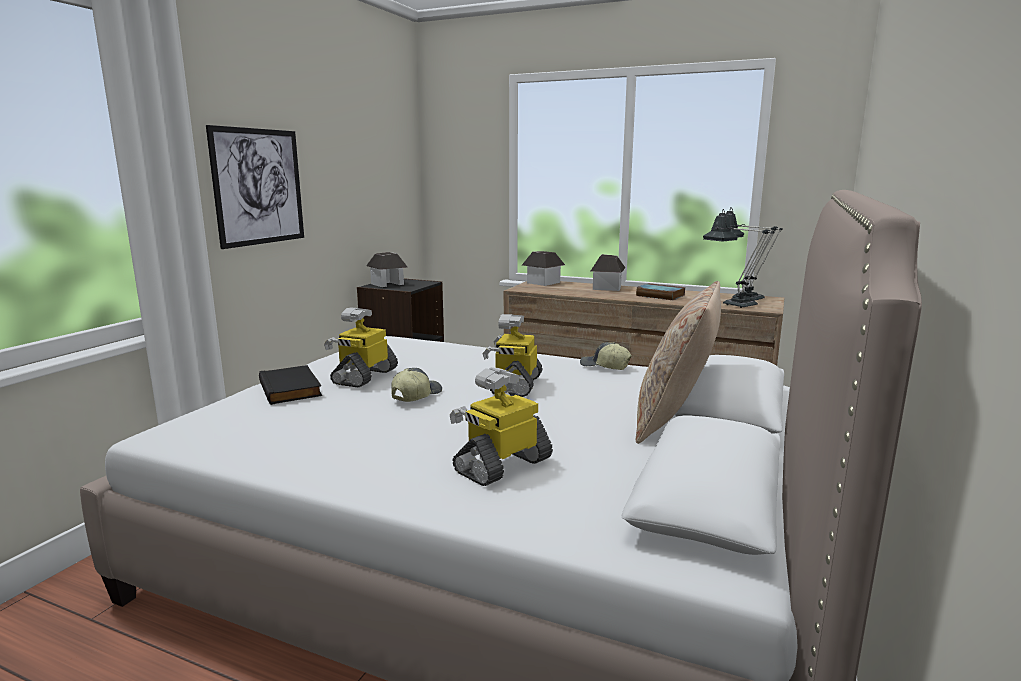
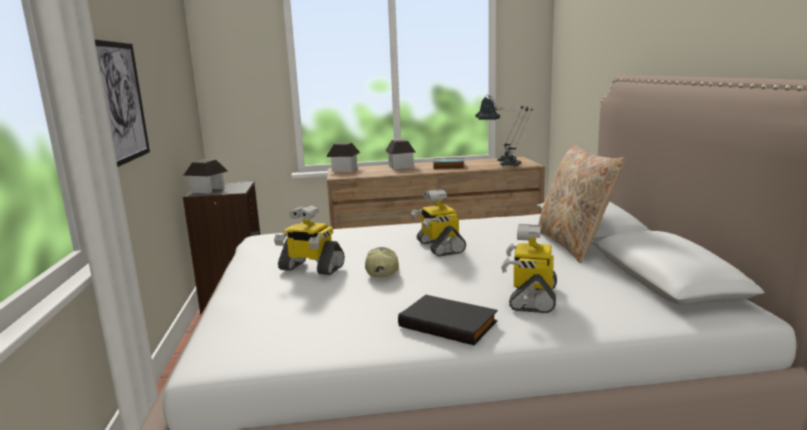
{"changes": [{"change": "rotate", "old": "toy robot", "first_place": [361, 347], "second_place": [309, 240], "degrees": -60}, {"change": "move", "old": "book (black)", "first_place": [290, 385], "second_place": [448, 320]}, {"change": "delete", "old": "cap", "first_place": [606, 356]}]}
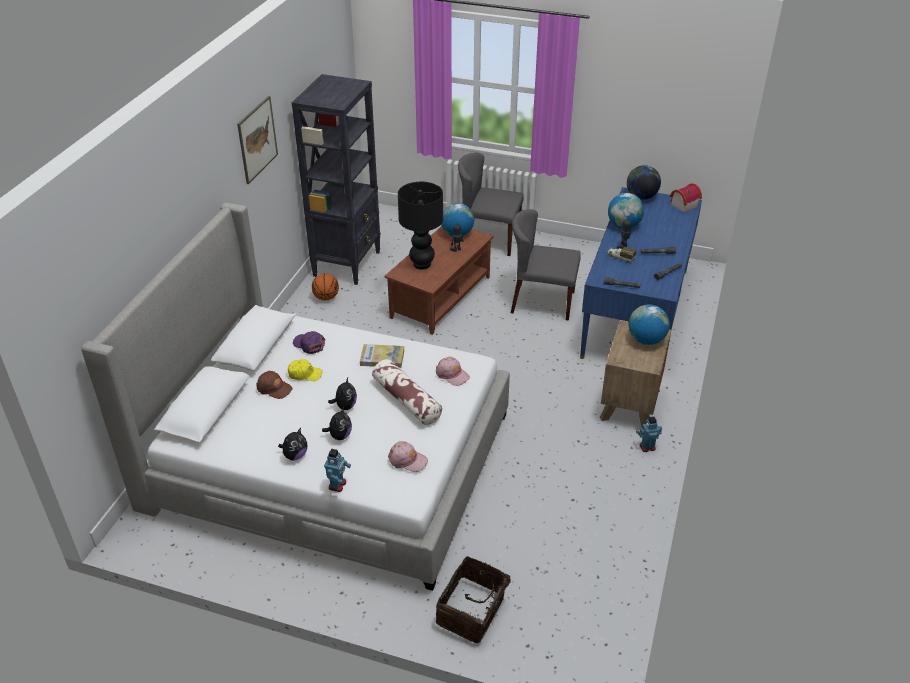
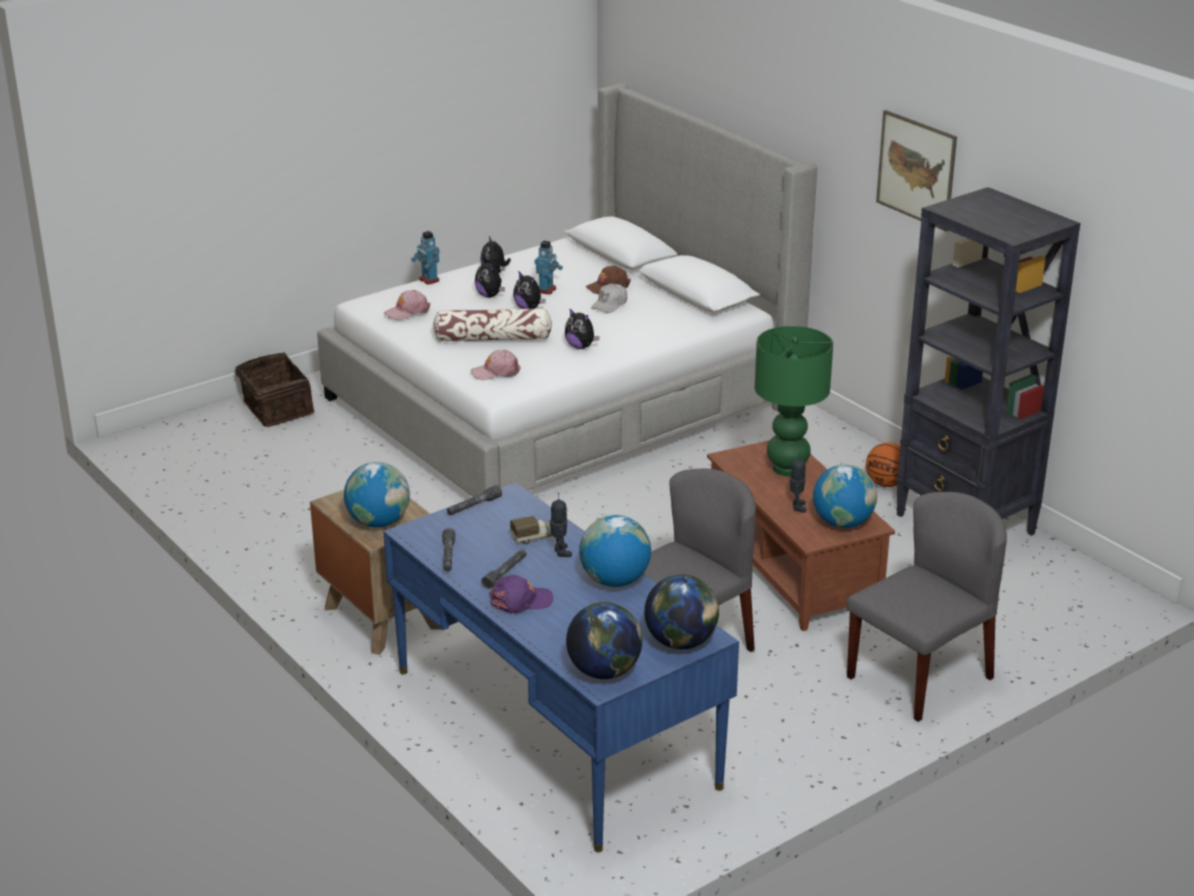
{"changes": [{"change": "move", "old": "cap (purple)", "first_place": [309, 342], "second_place": [521, 594]}, {"change": "move", "old": "toy robot", "first_place": [649, 434], "second_place": [549, 268]}, {"change": "replace", "old": "book", "new": "plush toy", "first_place": [382, 356], "second_place": [582, 328]}, {"change": "replace", "old": "toy house", "new": "globe", "first_place": [686, 198], "second_place": [604, 640]}, {"change": "recolor", "old": "cap (yellow)", "new": "cap (white)", "first_place": [305, 370], "second_place": [609, 298]}, {"change": "recolor", "old": "table lamp (black)", "new": "table lamp (green)", "first_place": [420, 225], "second_place": [794, 401]}]}
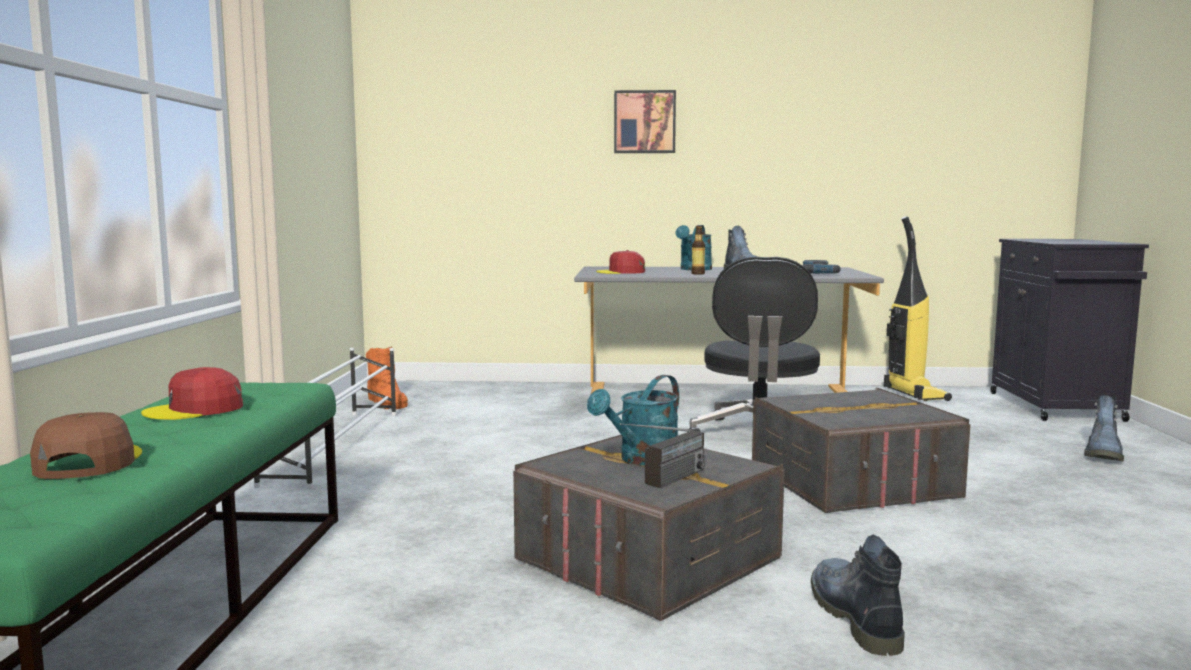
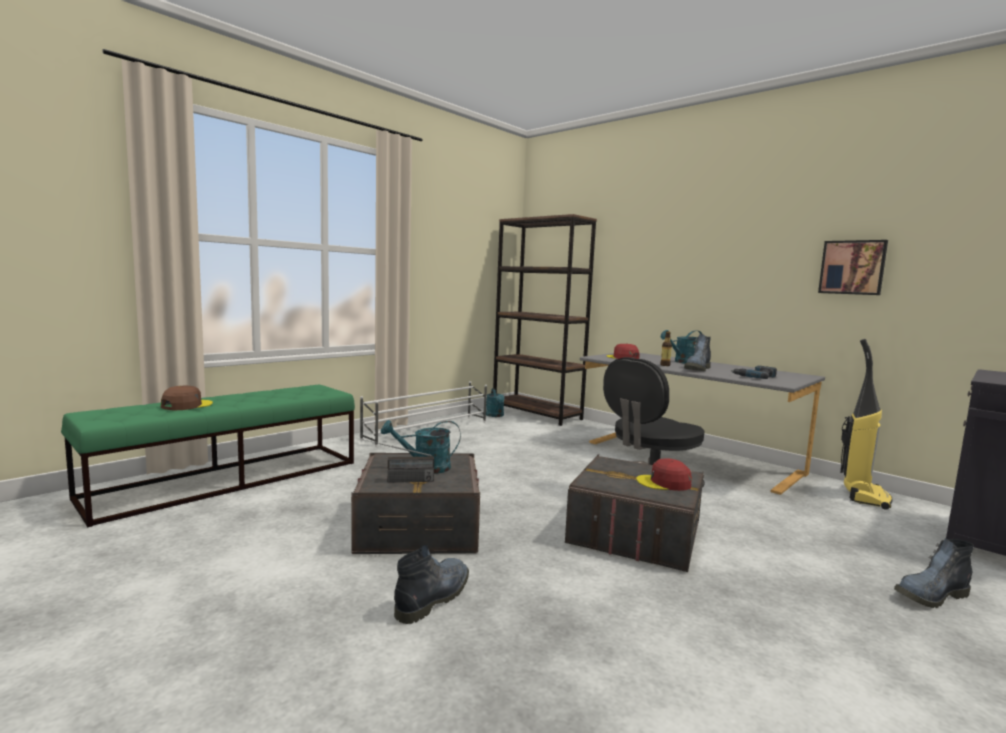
{"changes": [{"change": "replace", "old": "boot (orange)", "new": "watering can (turquoise)", "first_place": [387, 377], "second_place": [495, 402]}, {"change": "insert", "new": "bookcase (brown)", "second_place": [545, 320]}, {"change": "move", "old": "cap (red)", "first_place": [192, 393], "second_place": [664, 475]}, {"change": "move", "old": "picture", "first_place": [645, 121], "second_place": [853, 267]}]}
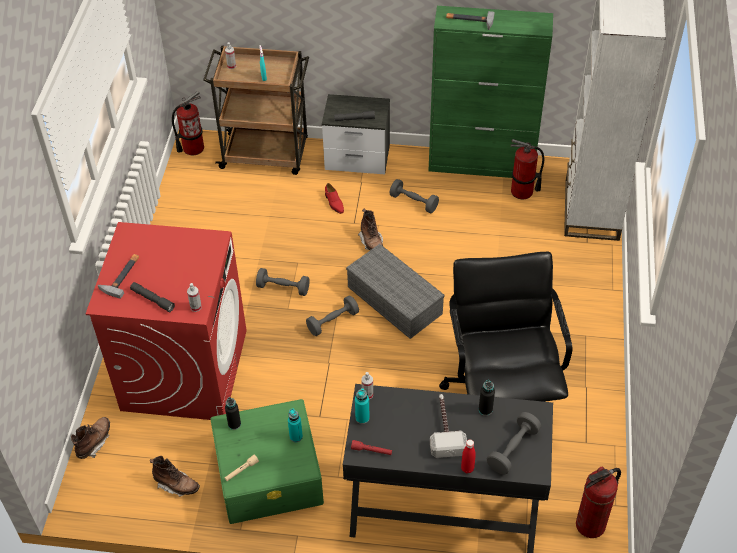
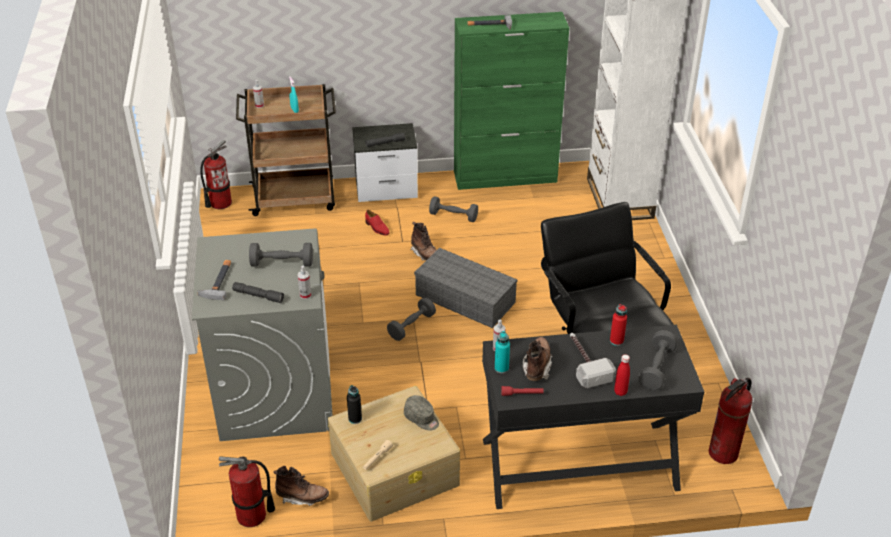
{"changes": [{"change": "recolor", "old": "washing machine (red)", "new": "washing machine (grey)", "first_place": [166, 321], "second_place": [262, 335]}, {"change": "move", "old": "fire extinguisher", "first_place": [527, 169], "second_place": [247, 491]}, {"change": "move", "old": "dumbbell (grey)", "first_place": [283, 282], "second_place": [281, 255]}, {"change": "recolor", "old": "storage box (green)", "new": "storage box (beige)", "first_place": [267, 461], "second_place": [394, 454]}, {"change": "replace", "old": "bottle (turquoise)", "new": "cap (grey)", "first_place": [295, 425], "second_place": [421, 413]}, {"change": "move", "old": "boot (brown)", "first_place": [90, 438], "second_place": [538, 359]}, {"change": "recolor", "old": "bottle (black)", "new": "bottle (red)", "first_place": [487, 398], "second_place": [618, 325]}]}
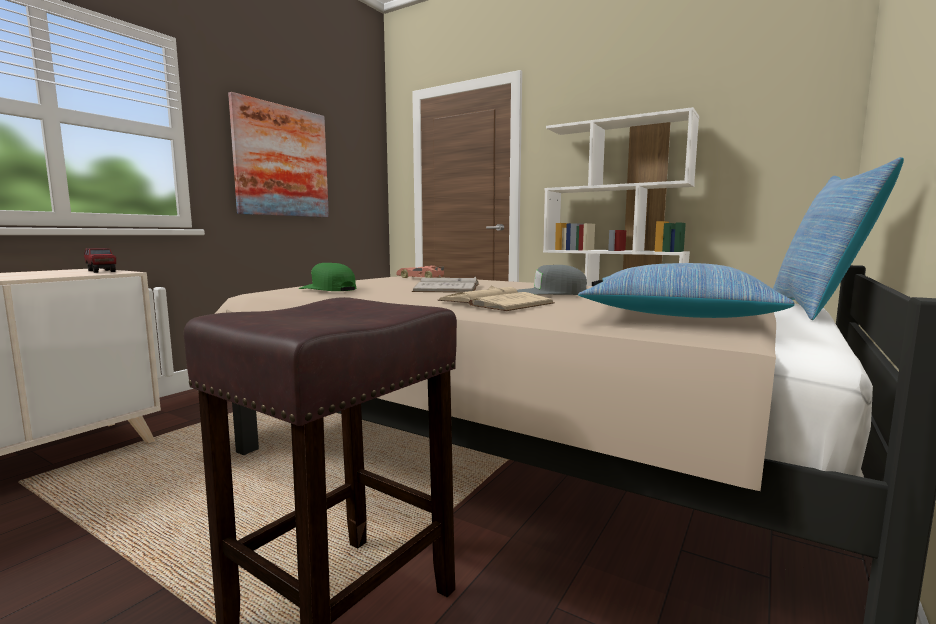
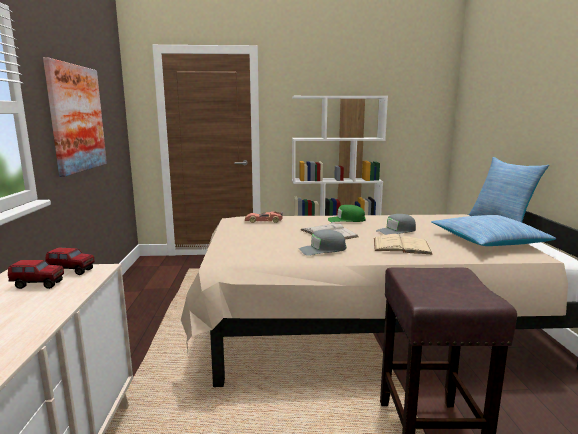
{"changes": [{"change": "insert", "new": "toy truck", "second_place": [36, 274]}, {"change": "insert", "new": "cap (grey)", "second_place": [322, 243]}, {"change": "move", "old": "cap (green)", "first_place": [327, 277], "second_place": [347, 213]}]}
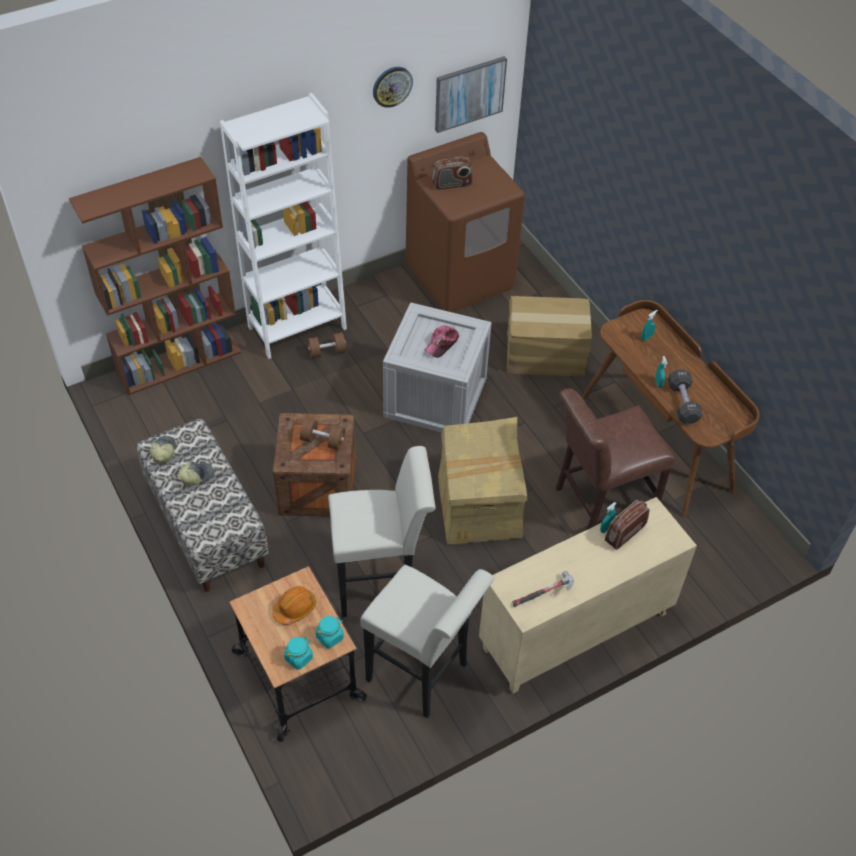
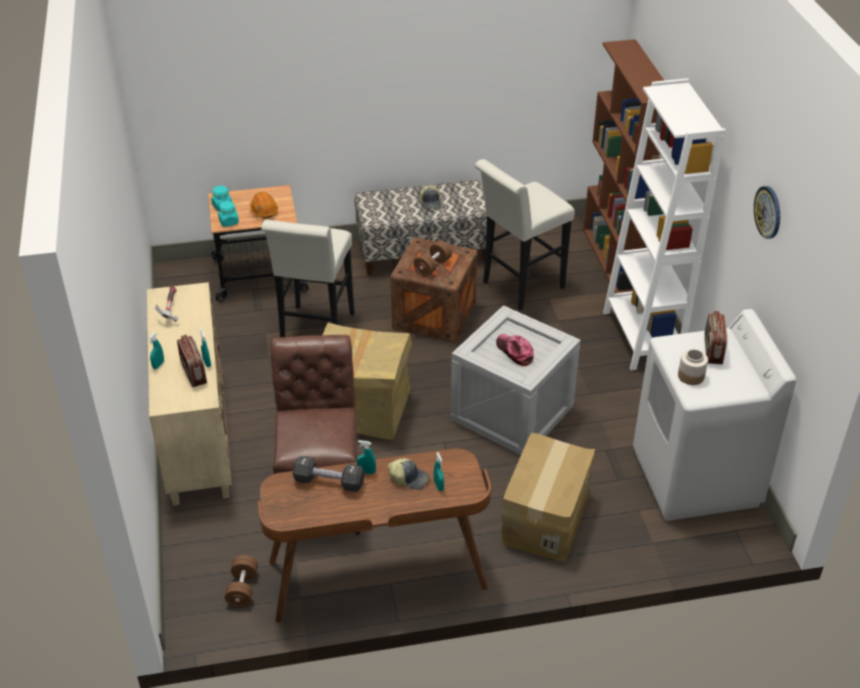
{"changes": [{"change": "insert", "new": "spray bottle (turquoise)", "second_place": [156, 351]}, {"change": "move", "old": "dumbbell (brown)", "first_place": [327, 345], "second_place": [241, 581]}, {"change": "move", "old": "cap", "first_place": [163, 449], "second_place": [408, 474]}, {"change": "move", "old": "stool (white)", "first_place": [427, 641], "second_place": [525, 234]}, {"change": "recolor", "old": "washing machine (brown)", "new": "washing machine (white)", "first_place": [465, 222], "second_place": [714, 415]}, {"change": "insert", "new": "jar", "second_place": [693, 367]}, {"change": "delete", "old": "picture", "first_place": [471, 94]}]}
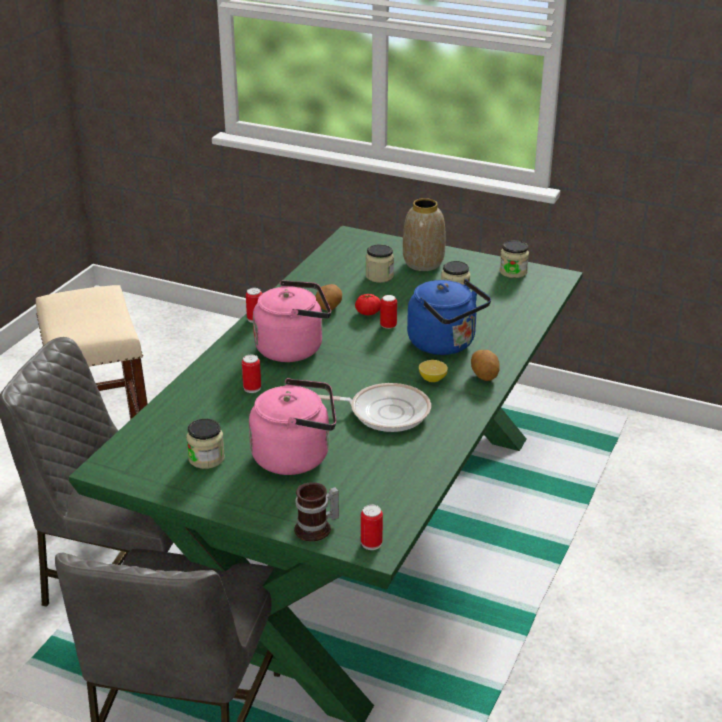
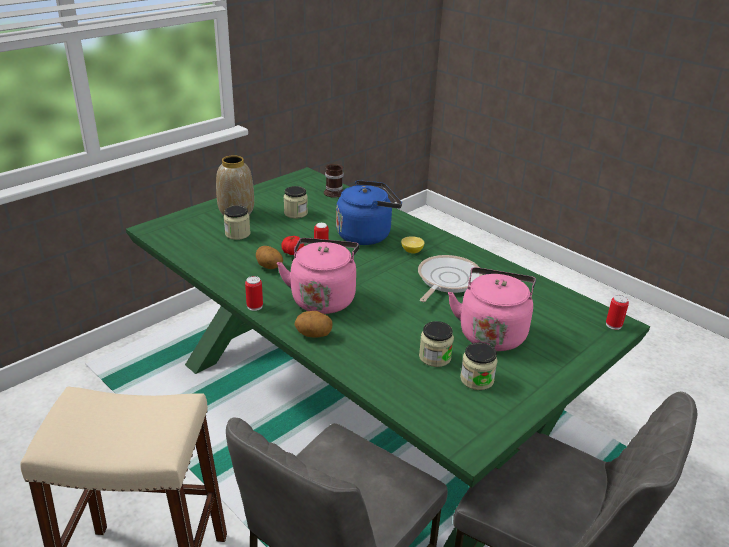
{"changes": [{"change": "move", "old": "potato", "first_place": [485, 365], "second_place": [313, 324]}, {"change": "move", "old": "mug", "first_place": [316, 512], "second_place": [334, 181]}, {"change": "move", "old": "jar", "first_place": [514, 259], "second_place": [436, 344]}, {"change": "delete", "old": "can", "first_place": [251, 374]}]}
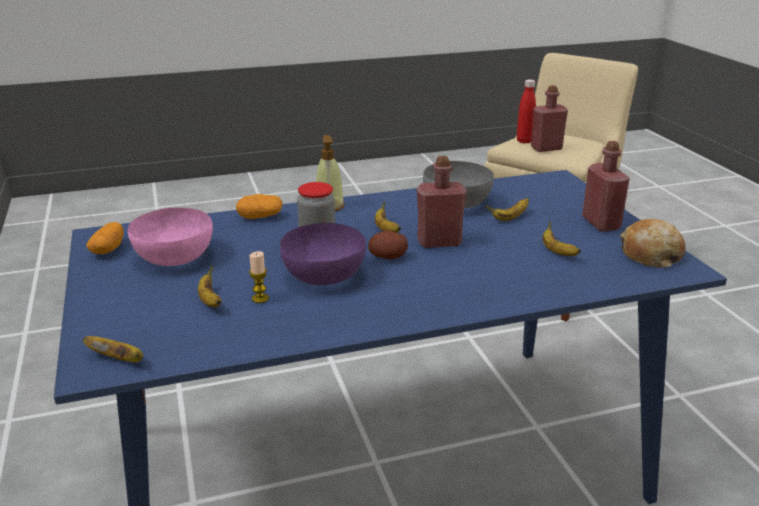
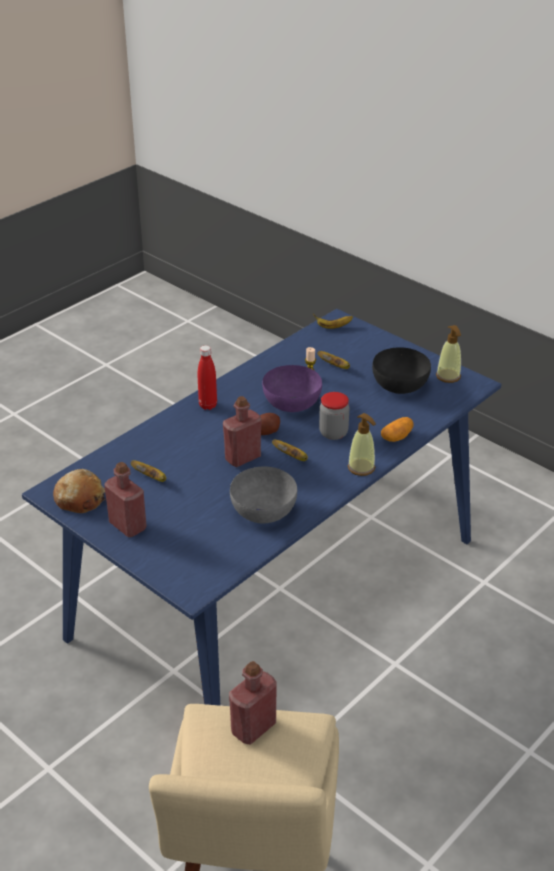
{"changes": [{"change": "move", "old": "bottle (red)", "first_place": [526, 111], "second_place": [207, 377]}, {"change": "recolor", "old": "bowl (pink)", "new": "bowl (black)", "first_place": [170, 236], "second_place": [401, 370]}, {"change": "replace", "old": "potato", "new": "soap dispenser", "first_place": [105, 238], "second_place": [448, 354]}, {"change": "delete", "old": "banana", "first_place": [507, 209]}]}
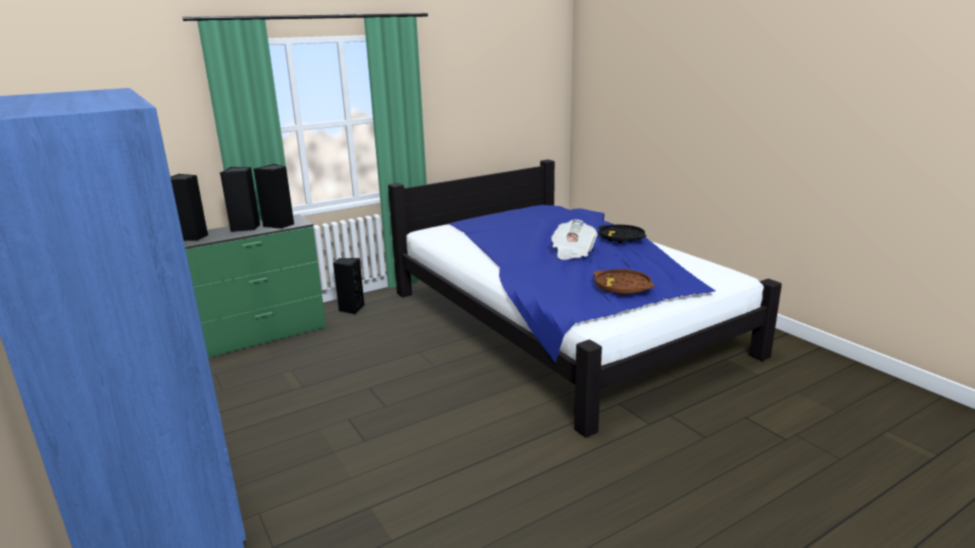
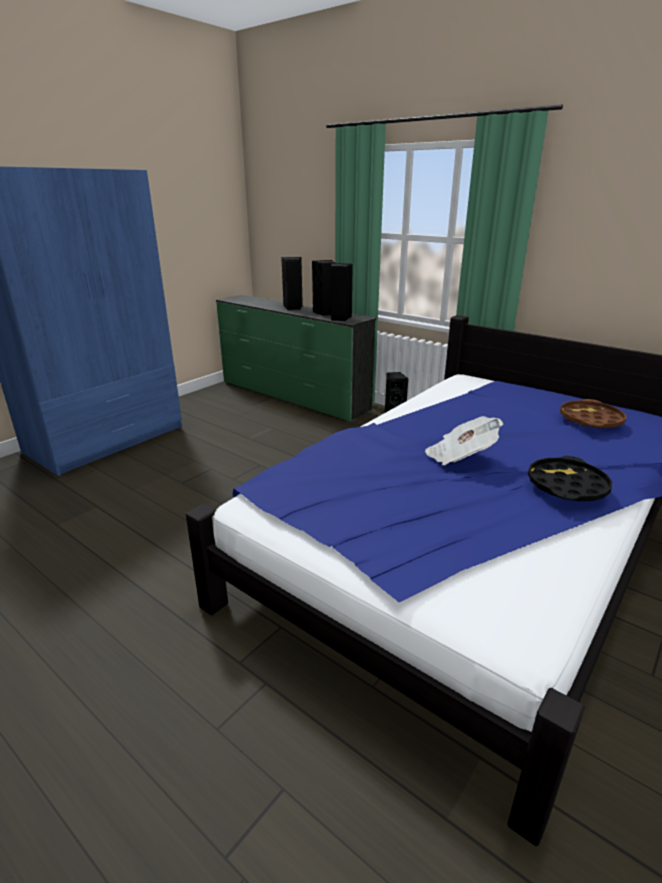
{"changes": [{"change": "move", "old": "tray (brown)", "first_place": [623, 282], "second_place": [593, 413]}]}
